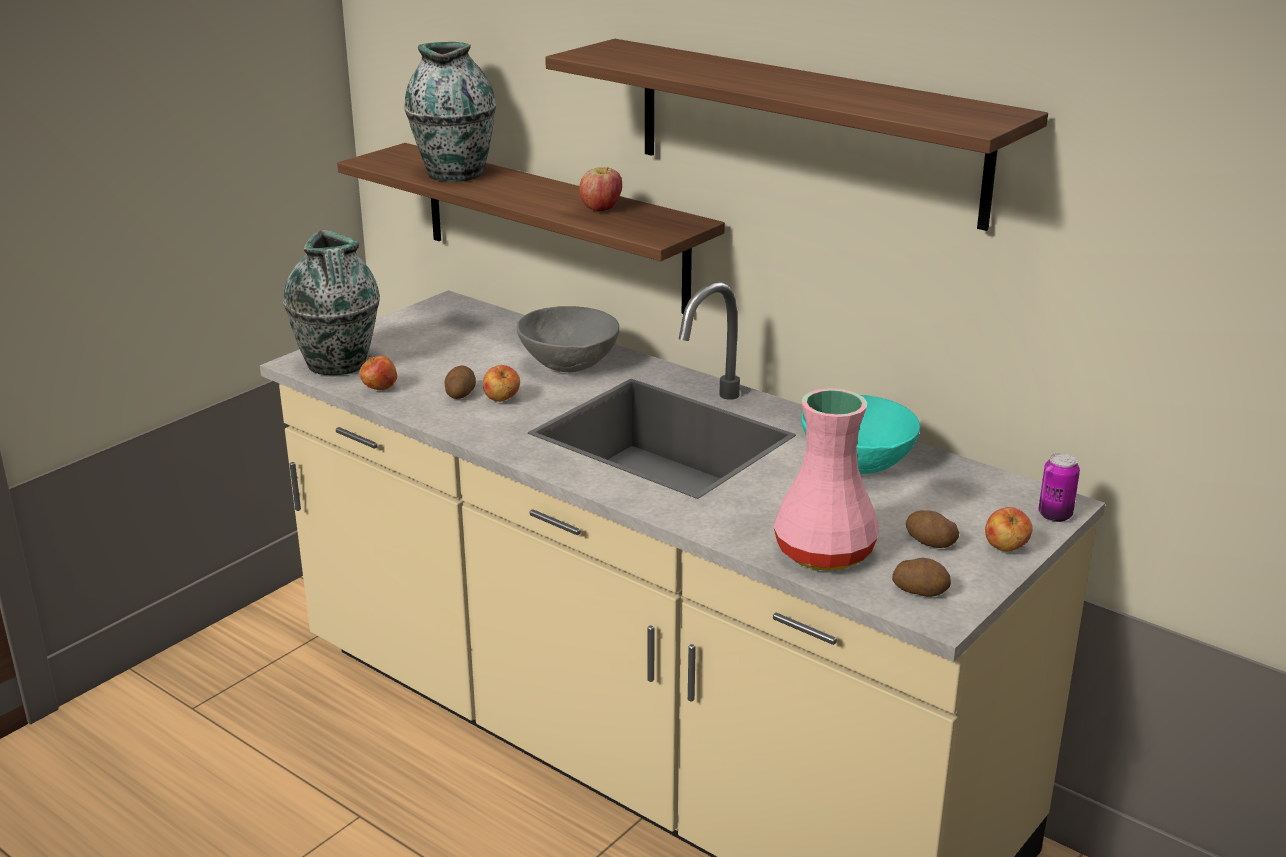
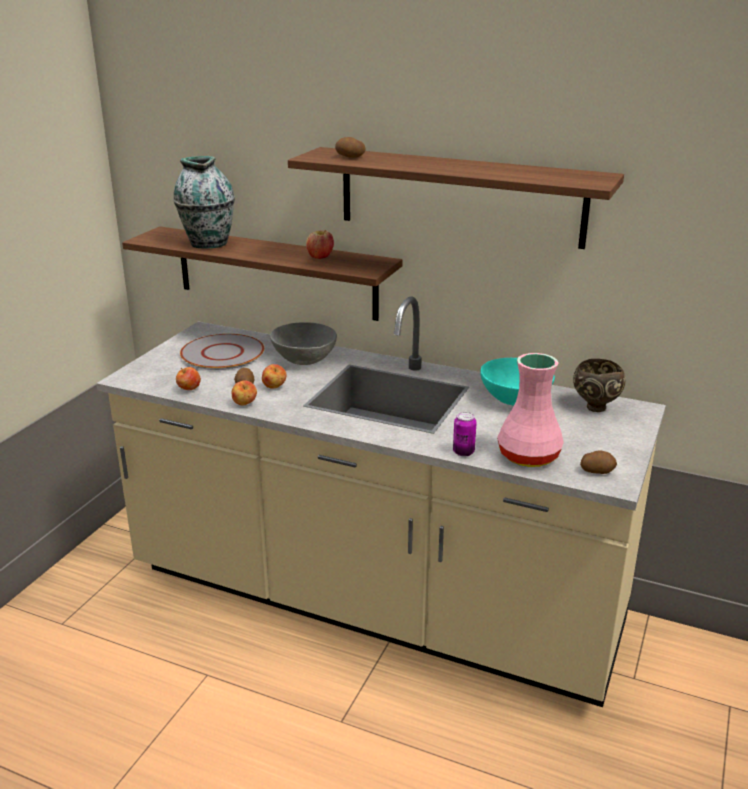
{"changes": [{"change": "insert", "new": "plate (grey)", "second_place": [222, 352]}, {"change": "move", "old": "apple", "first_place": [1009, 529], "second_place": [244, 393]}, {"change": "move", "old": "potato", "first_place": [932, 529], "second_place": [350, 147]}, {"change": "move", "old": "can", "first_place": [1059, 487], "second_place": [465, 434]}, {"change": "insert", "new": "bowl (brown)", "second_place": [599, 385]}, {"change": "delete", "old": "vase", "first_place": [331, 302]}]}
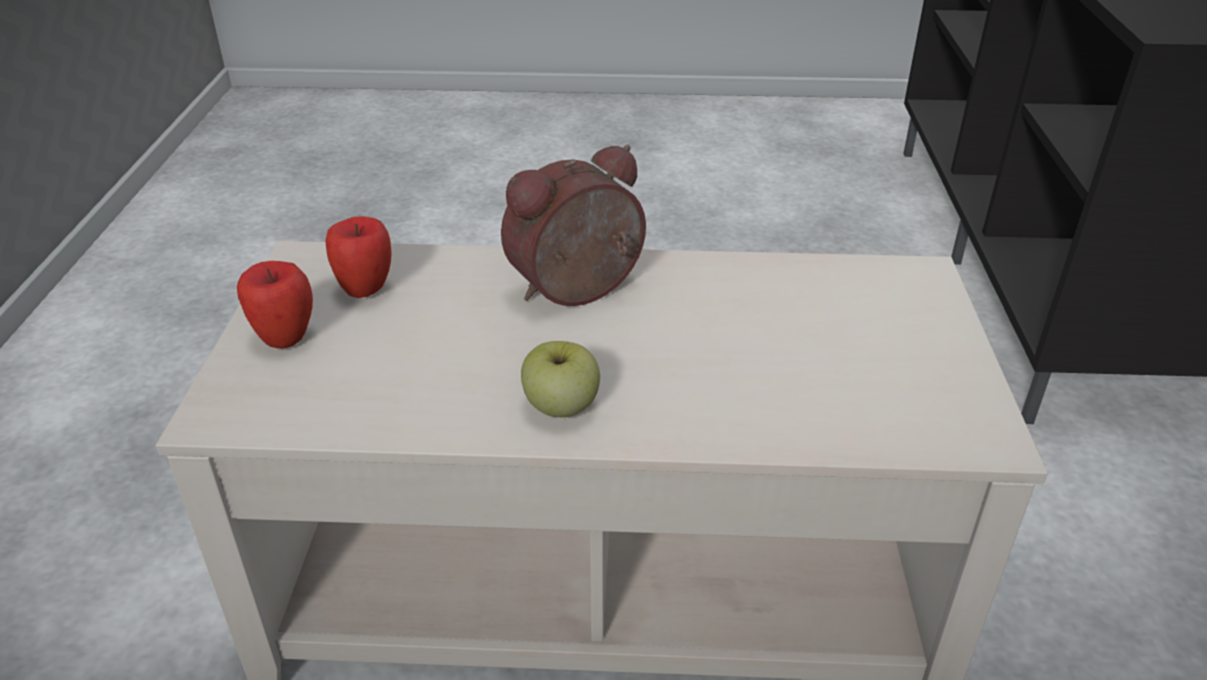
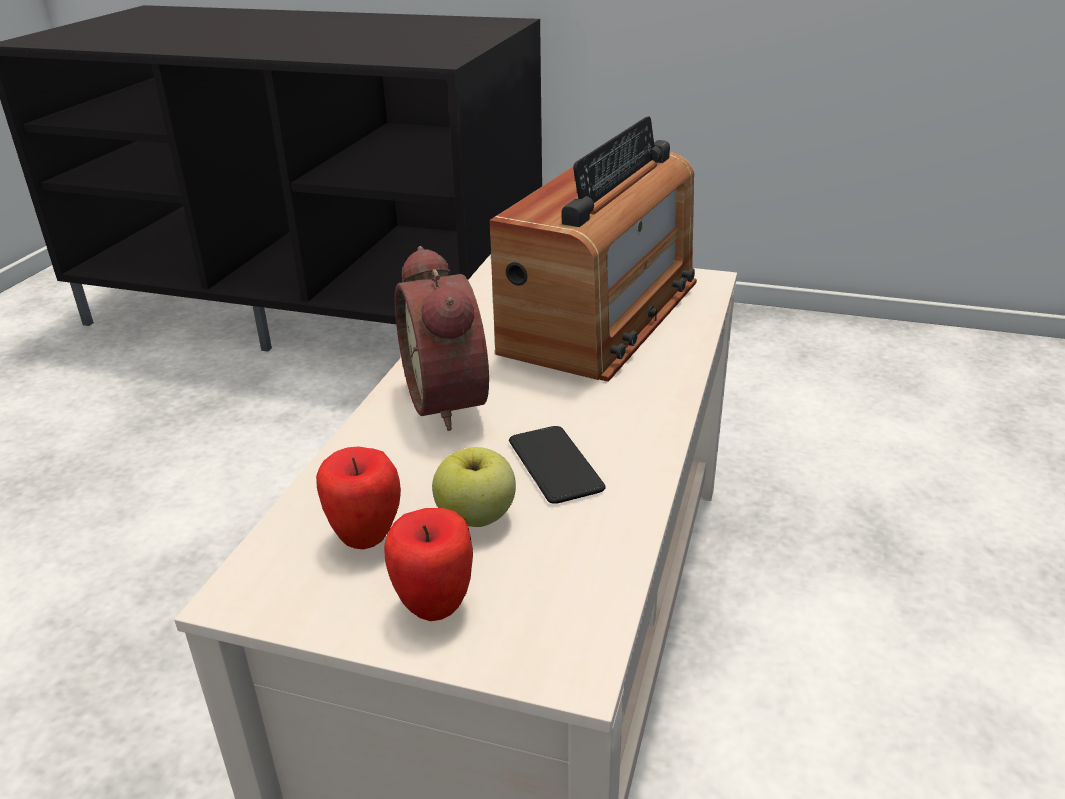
{"changes": [{"change": "move", "old": "apple", "first_place": [560, 379], "second_place": [474, 487]}, {"change": "insert", "new": "radio", "second_place": [593, 249]}, {"change": "insert", "new": "phone", "second_place": [557, 465]}]}
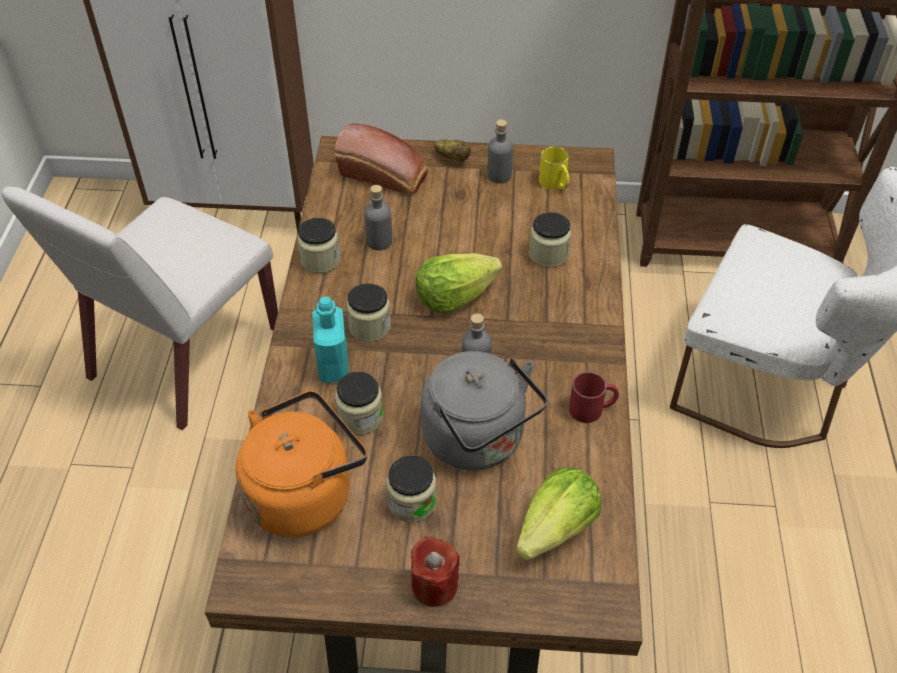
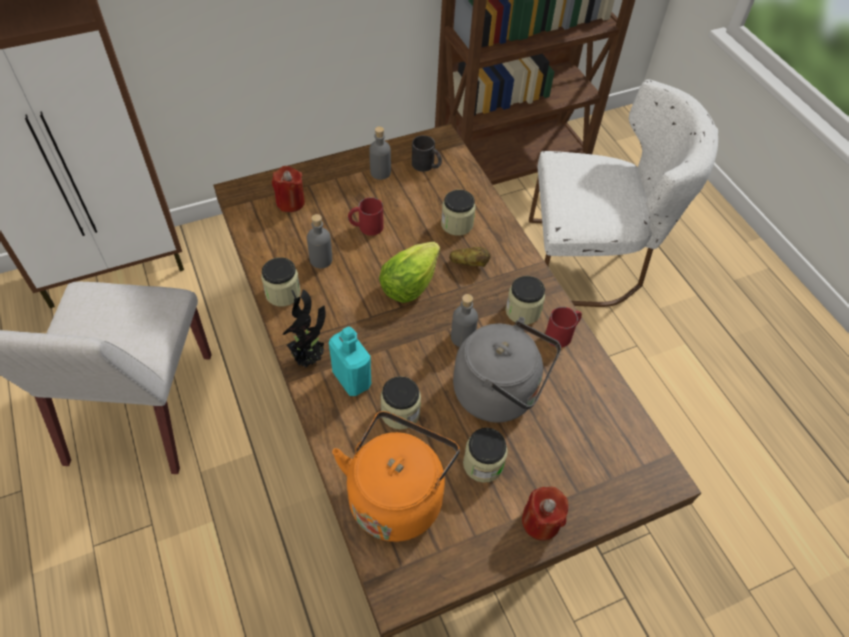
{"changes": [{"change": "replace", "old": "bread", "new": "candle (red)", "first_place": [381, 159], "second_place": [288, 189]}, {"change": "insert", "new": "potted plant", "second_place": [304, 328]}, {"change": "insert", "new": "mug (red)", "second_place": [365, 216]}, {"change": "recolor", "old": "mug (yellow)", "new": "mug (black)", "first_place": [554, 168], "second_place": [427, 153]}, {"change": "move", "old": "potato", "first_place": [452, 151], "second_place": [470, 257]}, {"change": "move", "old": "jar", "first_place": [369, 312], "second_place": [525, 300]}, {"change": "delete", "old": "lettuce", "first_place": [558, 513]}]}
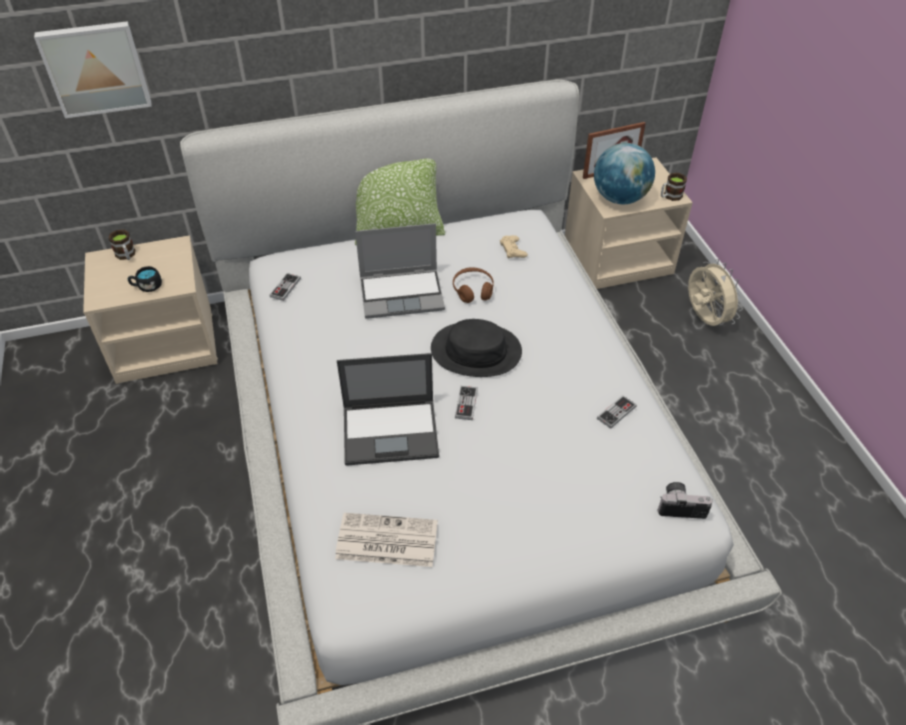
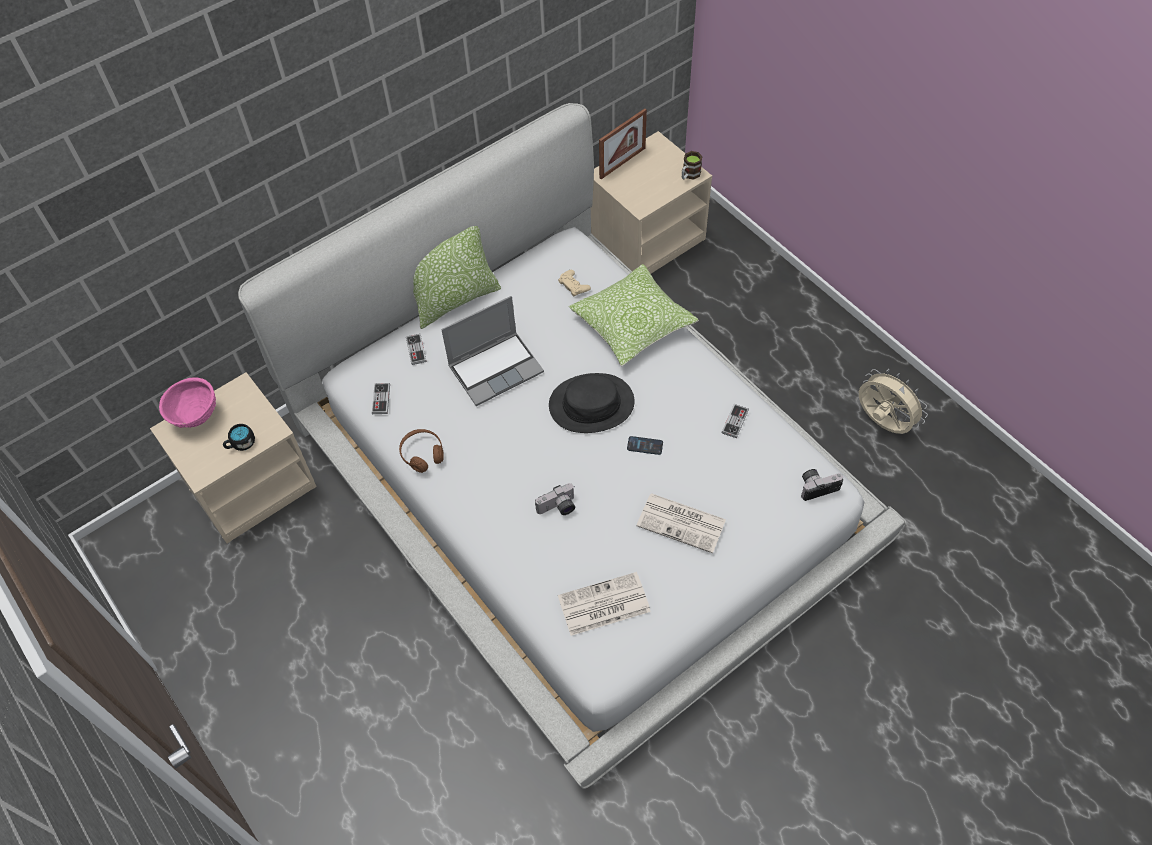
{"changes": [{"change": "replace", "old": "mug", "new": "bowl (pink)", "first_place": [122, 245], "second_place": [187, 402]}, {"change": "move", "old": "headphones (brown)", "first_place": [473, 285], "second_place": [421, 451]}, {"change": "move", "old": "game controller", "first_place": [466, 403], "second_place": [416, 349]}, {"change": "replace", "old": "laptop", "new": "photo camera", "first_place": [388, 409], "second_place": [555, 499]}, {"change": "insert", "new": "pillow", "second_place": [634, 315]}, {"change": "insert", "new": "phone", "second_place": [645, 445]}, {"change": "insert", "new": "newspaper", "second_place": [681, 523]}, {"change": "move", "old": "fan (beige)", "first_place": [715, 292], "second_place": [893, 401]}, {"change": "delete", "old": "picture", "first_place": [93, 69]}, {"change": "delete", "old": "globe", "first_place": [624, 173]}]}
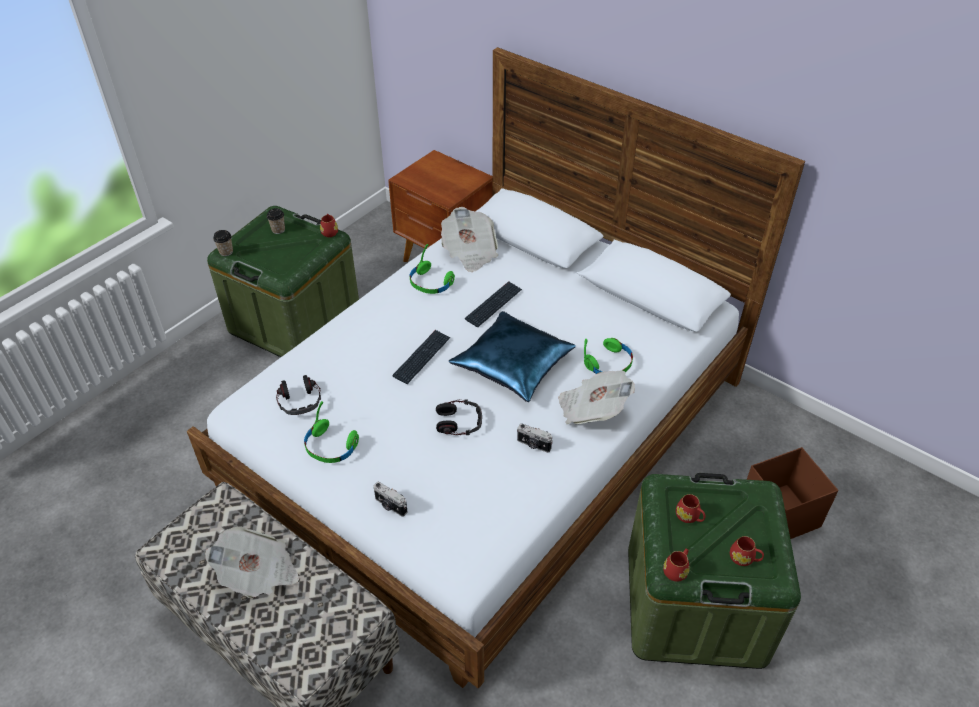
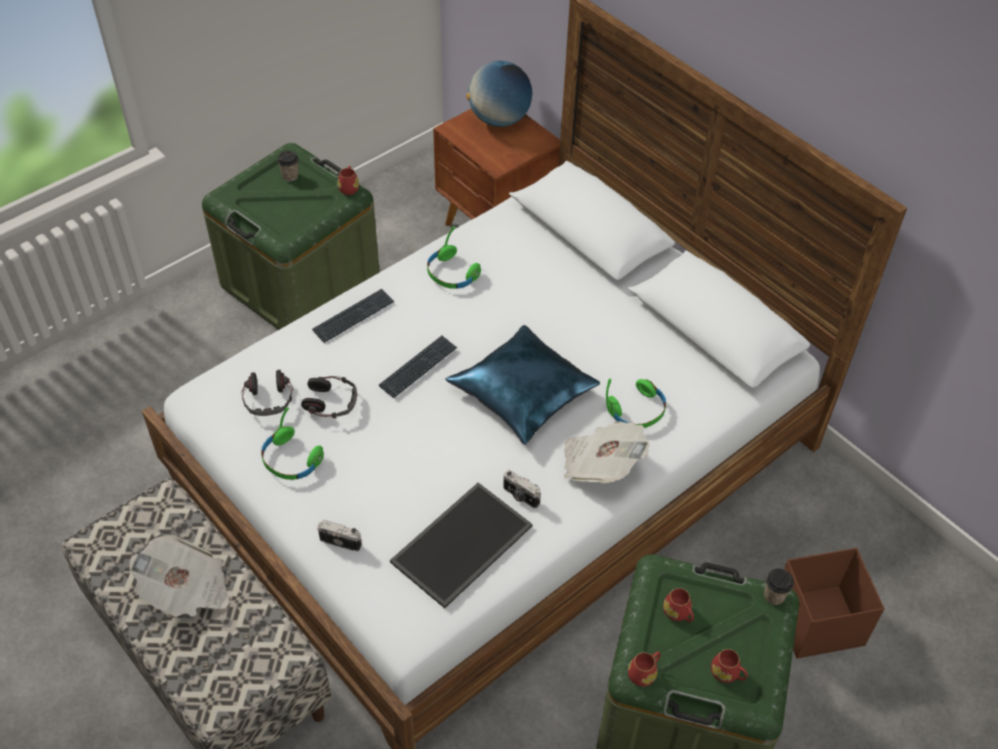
{"changes": [{"change": "move", "old": "headphones", "first_place": [459, 417], "second_place": [329, 397]}, {"change": "move", "old": "keyboard", "first_place": [493, 304], "second_place": [353, 316]}, {"change": "rotate", "old": "photo camera", "first_place": [390, 499], "second_place": [339, 535], "degrees": 150}, {"change": "insert", "new": "tray", "second_place": [461, 545]}, {"change": "insert", "new": "globe", "second_place": [499, 94]}, {"change": "move", "old": "cup", "first_place": [223, 243], "second_place": [779, 587]}, {"change": "delete", "old": "newspaper", "first_place": [469, 239]}]}
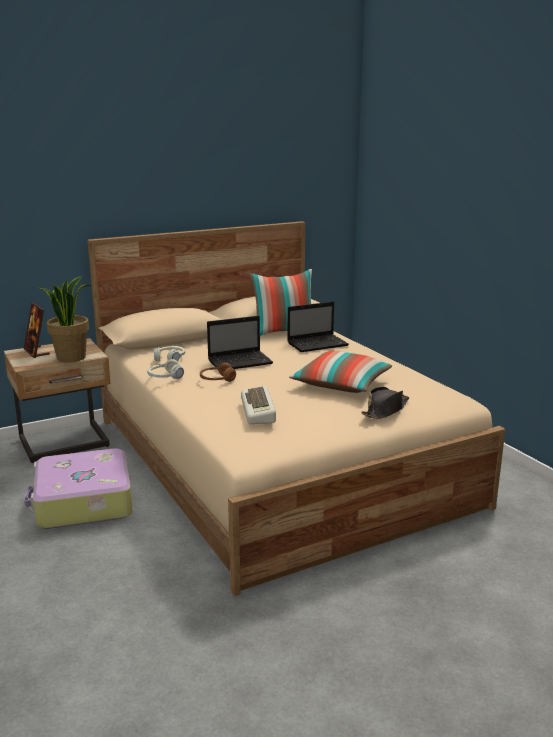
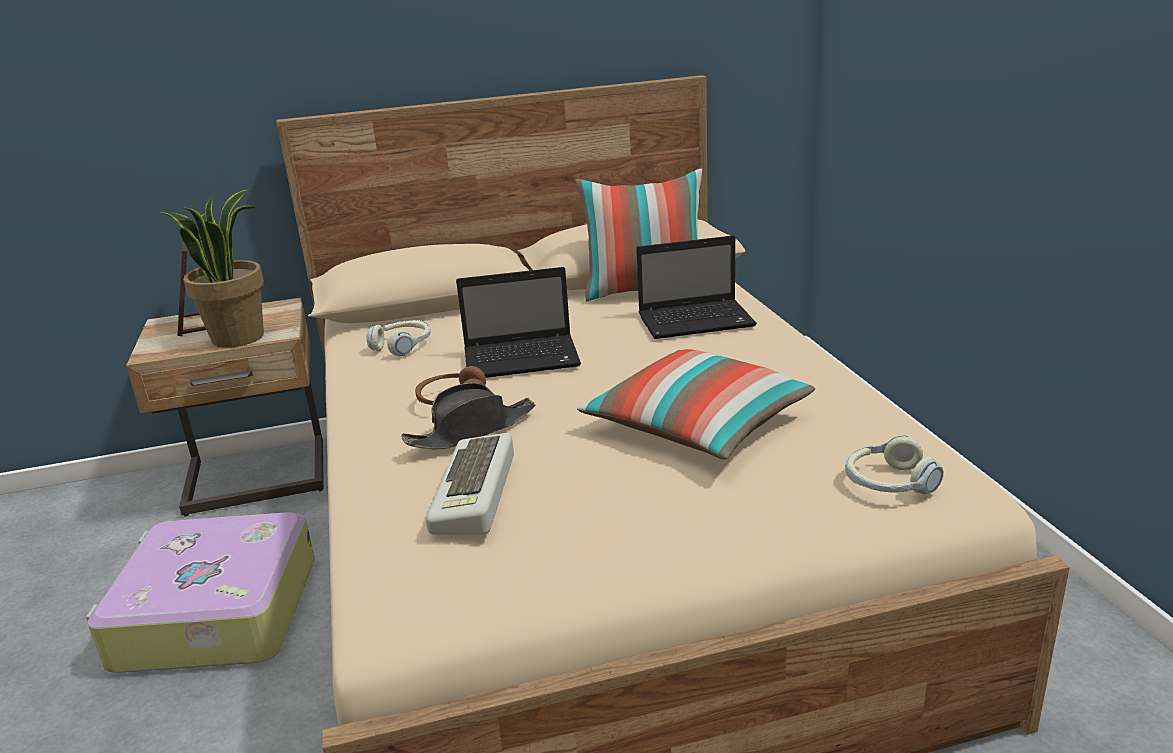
{"changes": [{"change": "move", "old": "hat (black)", "first_place": [385, 403], "second_place": [468, 416]}, {"change": "move", "old": "headphones", "first_place": [165, 369], "second_place": [894, 465]}]}
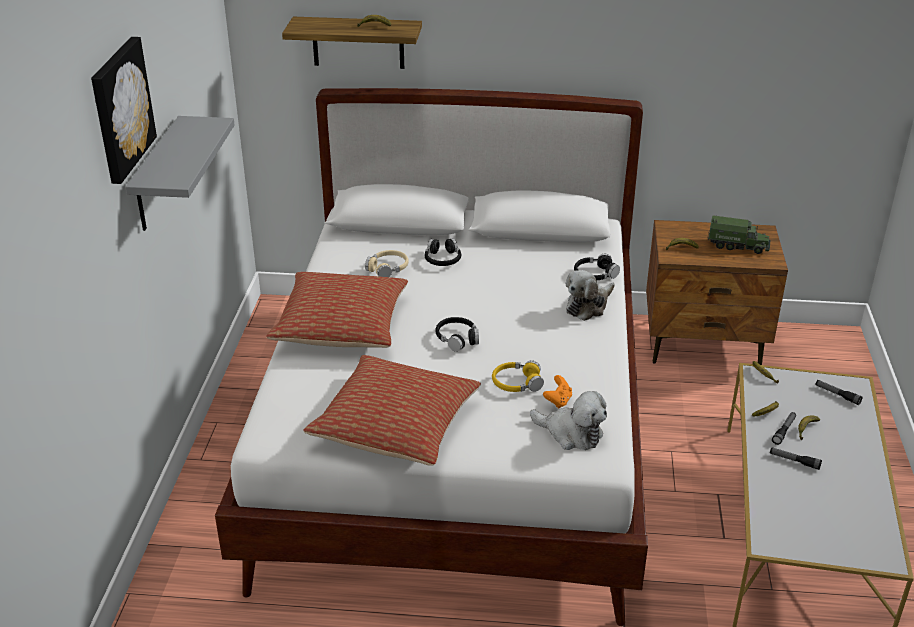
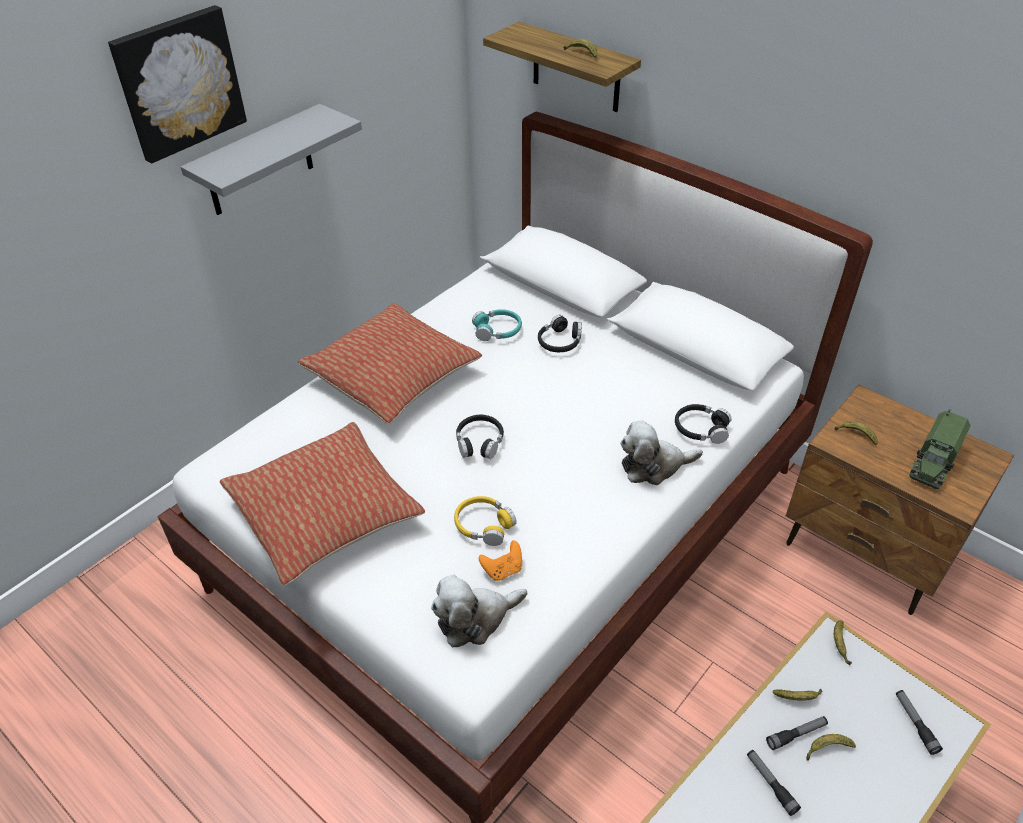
{"changes": [{"change": "rotate", "old": "plush toy", "first_place": [568, 420], "second_place": [479, 611], "degrees": 90}, {"change": "recolor", "old": "headphones (beige)", "new": "headphones (turquoise)", "first_place": [387, 263], "second_place": [497, 325]}, {"change": "rotate", "old": "toy truck", "first_place": [738, 234], "second_place": [940, 449], "degrees": 75}]}
